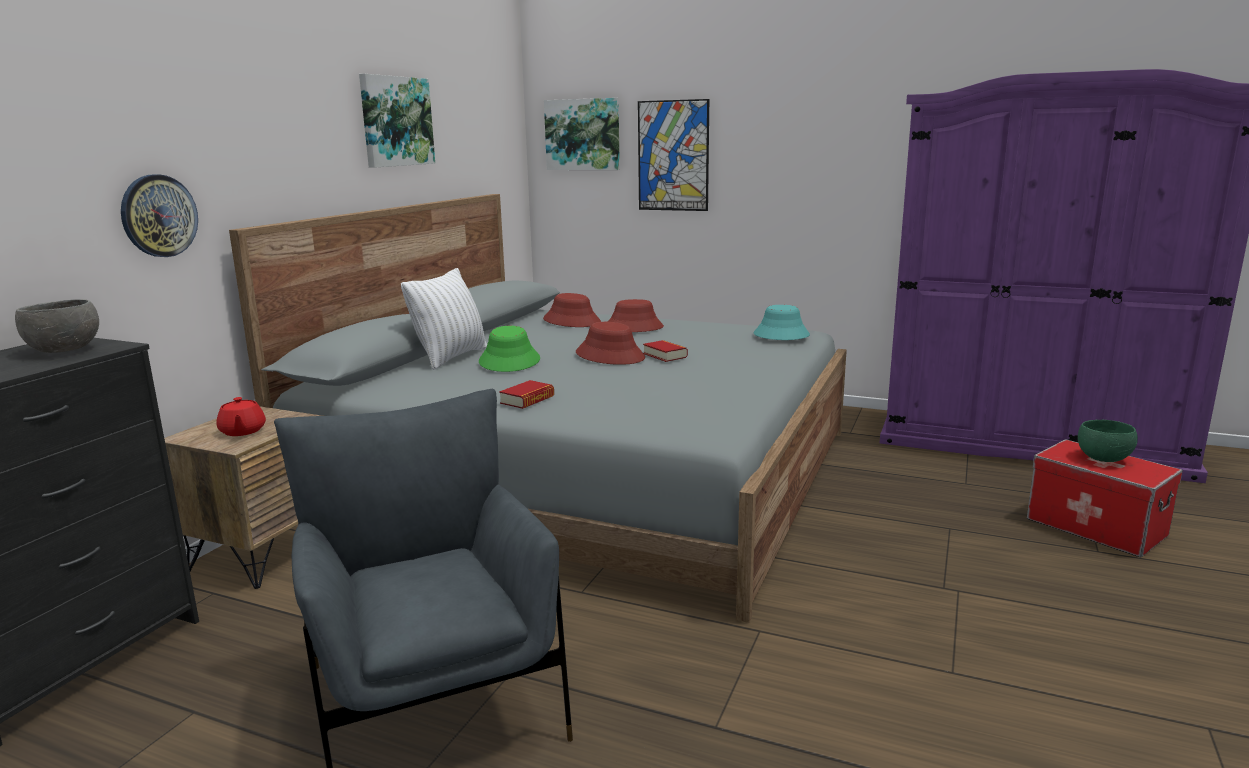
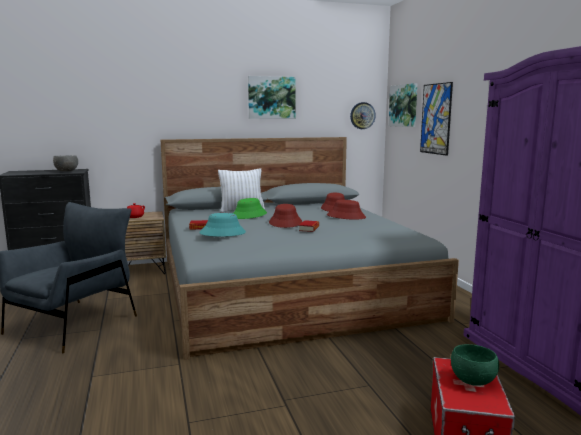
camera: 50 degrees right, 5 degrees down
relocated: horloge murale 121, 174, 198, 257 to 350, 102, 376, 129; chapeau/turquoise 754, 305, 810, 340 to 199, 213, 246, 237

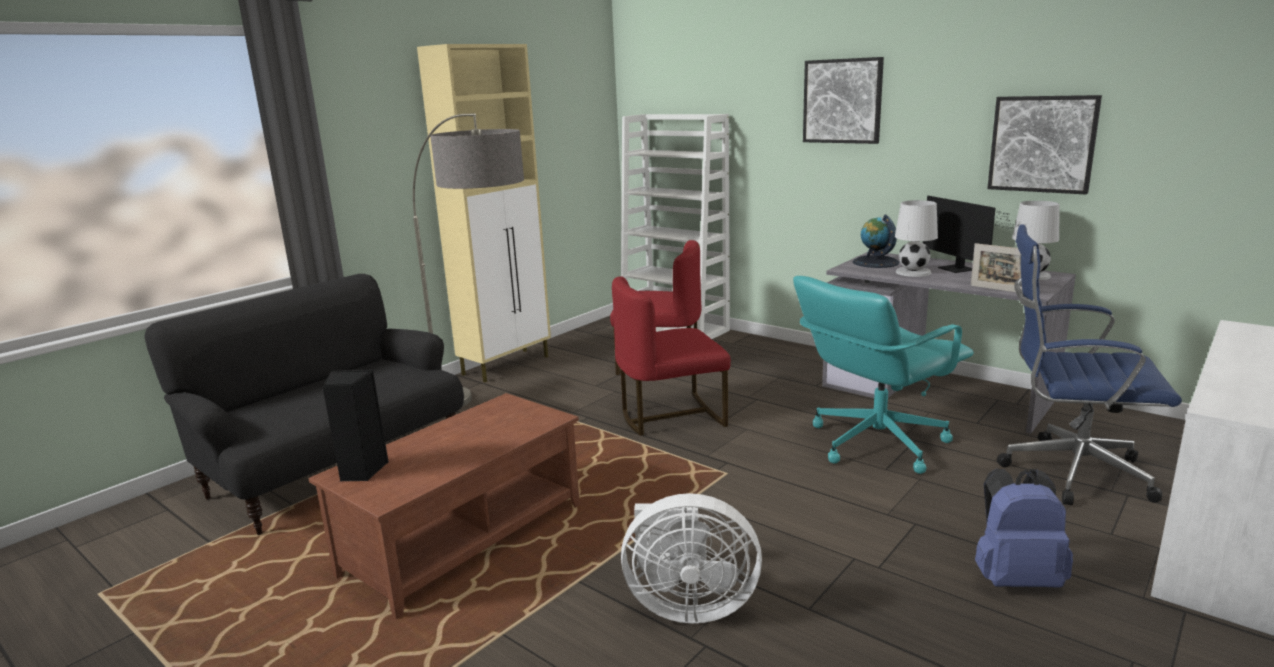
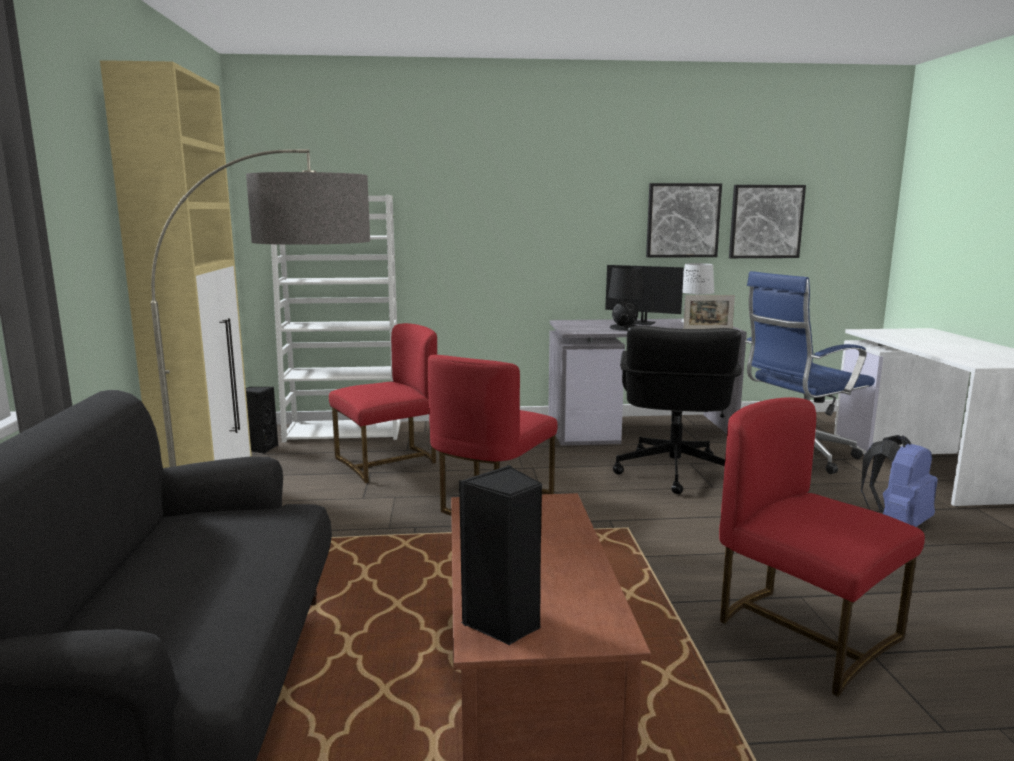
camera: 45 degrees left, 5 degrees down
missing: globe 853, 214, 899, 268
appeared: enceinte/noir 246, 387, 278, 454
relocated: tableau 803, 57, 884, 144 to 729, 185, 806, 258
exchanged: ventilateur/blanc 621, 493, 762, 623 to chaise/rouge 719, 397, 925, 697
colour: chaise de bureau/turquoise 793, 276, 974, 474 to chaise de bureau/noir 613, 325, 742, 494; lampe de table/blanc 895, 200, 938, 277 to lampe de table/noir 608, 266, 644, 331

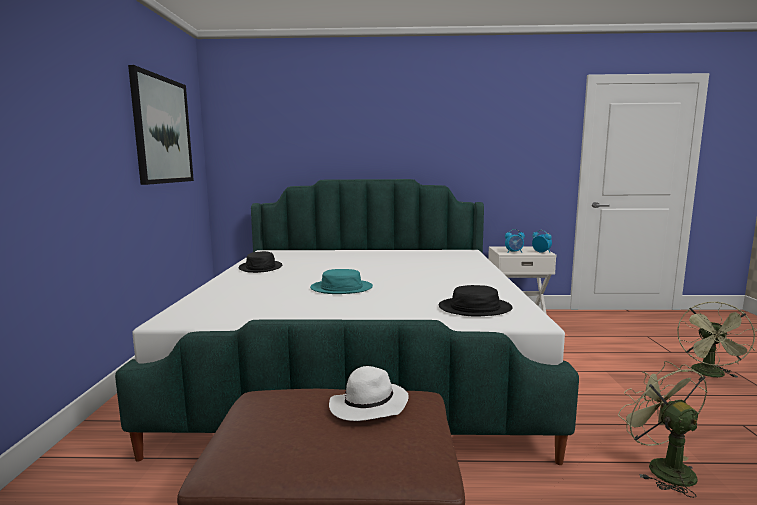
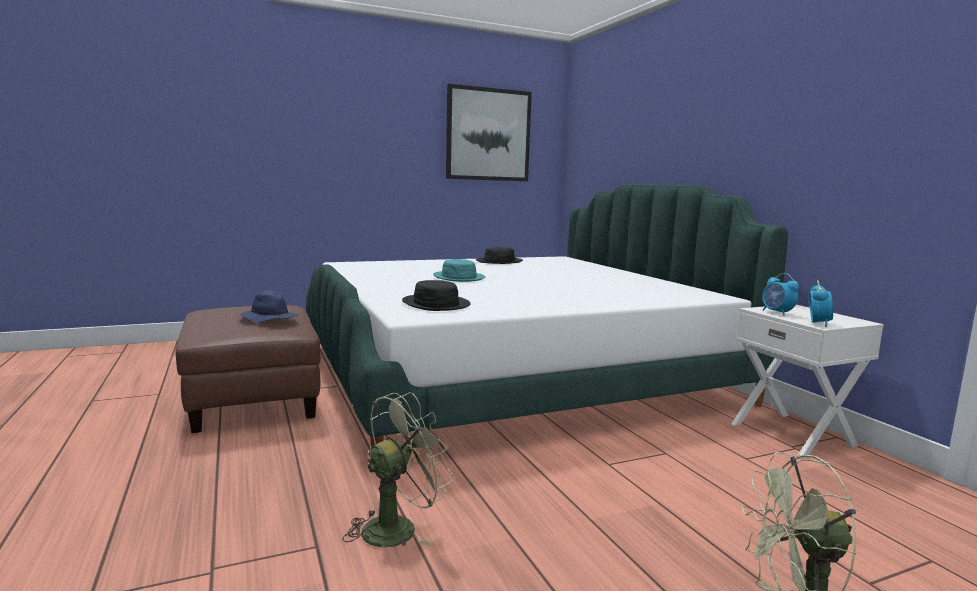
camera: 65 degrees right, 0 degrees up
colour: chapeau/blanc 329, 366, 409, 421 to chapeau/bleu 240, 290, 299, 323

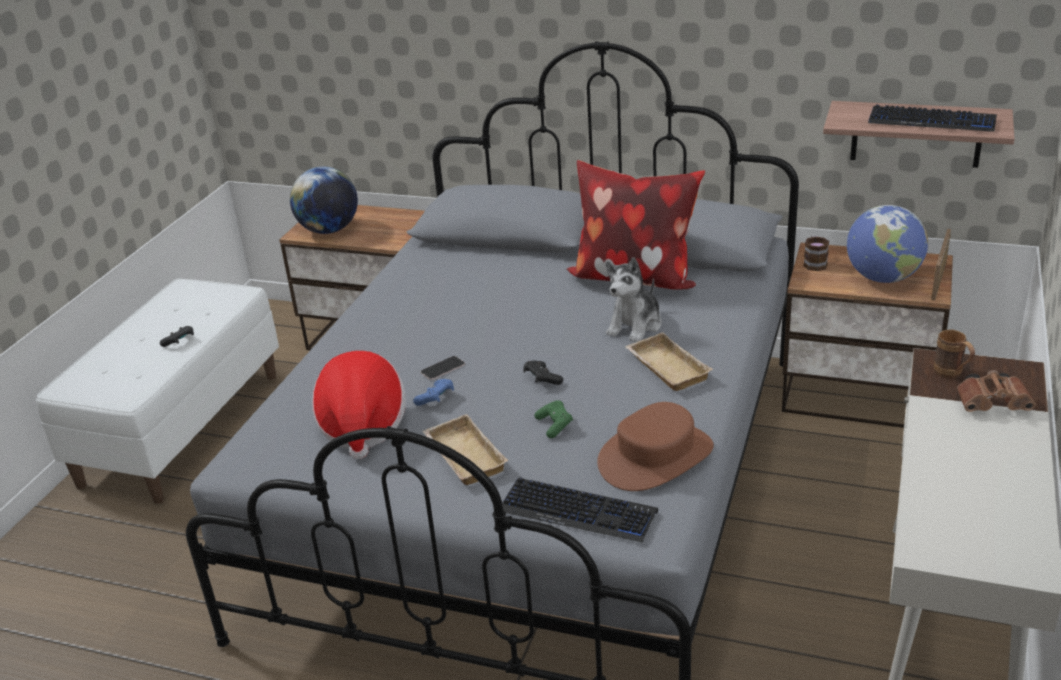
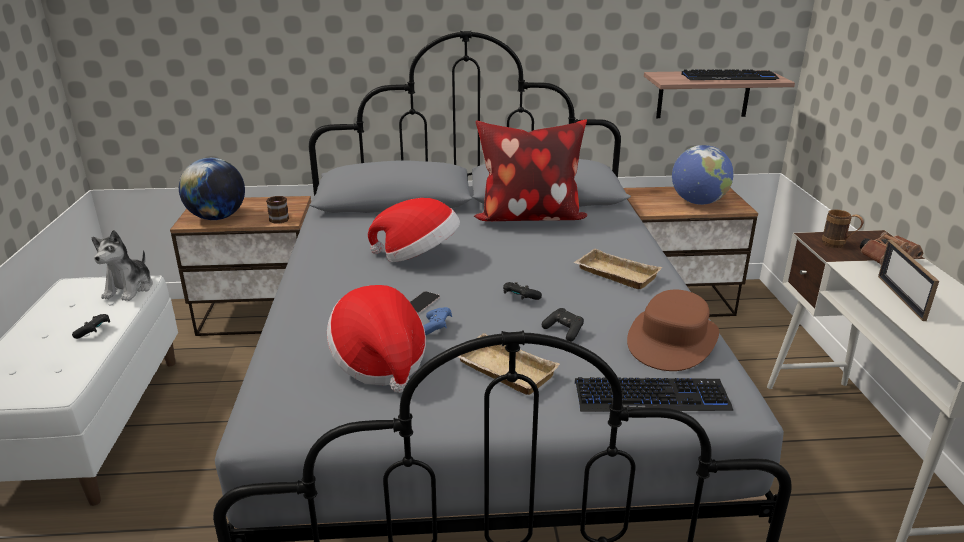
camera: 25 degrees left, 5 degrees down
appeared: chapeau 368, 198, 460, 262
relocated: peluche 606, 257, 662, 342 to 91, 230, 153, 301; mug 803, 235, 829, 271 to 266, 196, 289, 223; cadre photo 931, 229, 951, 300 to 878, 240, 939, 321
colour: manette/vert 535, 400, 573, 438 to manette/noir 542, 308, 584, 342

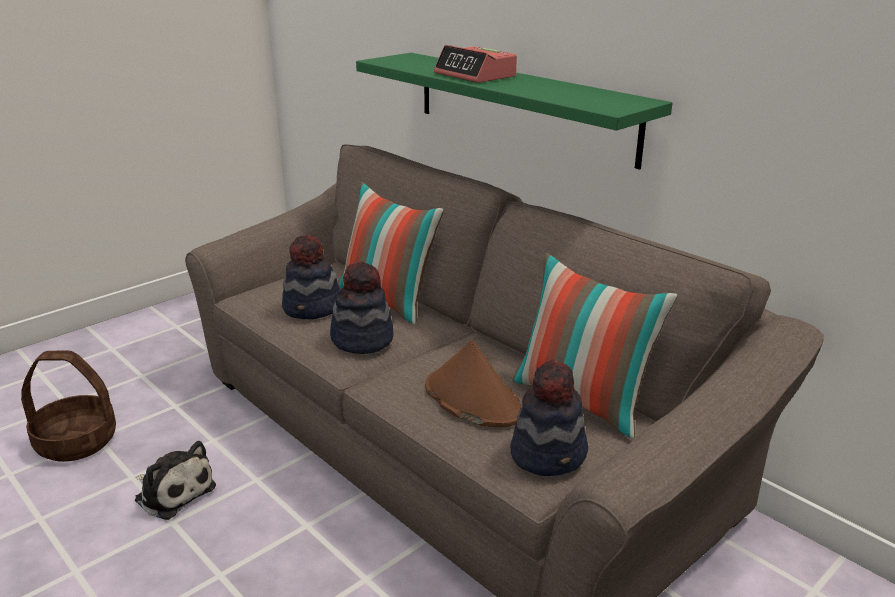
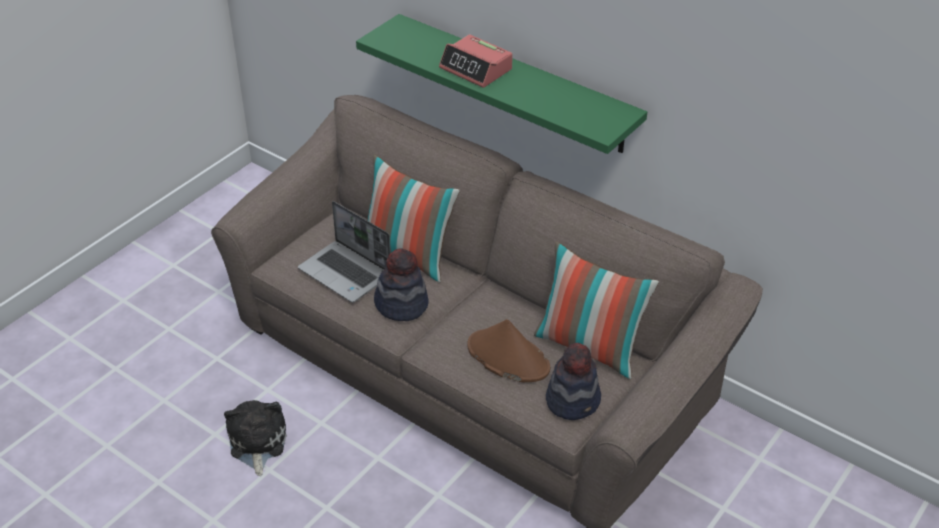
camera: 10 degrees left, 15 degrees up
missing: panier 21, 351, 116, 462
exchanged: chapeau 282, 234, 340, 319 to ordinateur portable 298, 201, 391, 303
spun: peluche 135, 441, 216, 520 = 224, 400, 286, 476 120 degrees counterclockwise

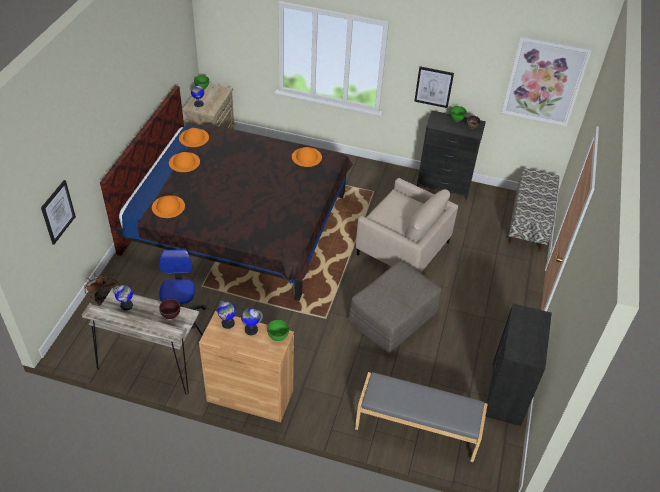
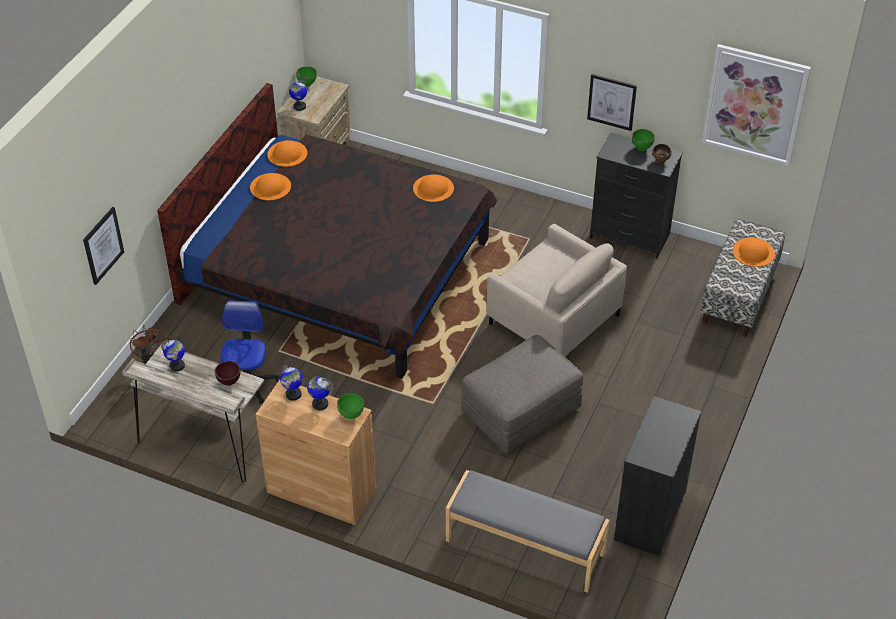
camera: 10 degrees right, 0 degrees up
relocated: chapeau/orange 152, 195, 185, 218 to 733, 237, 775, 267

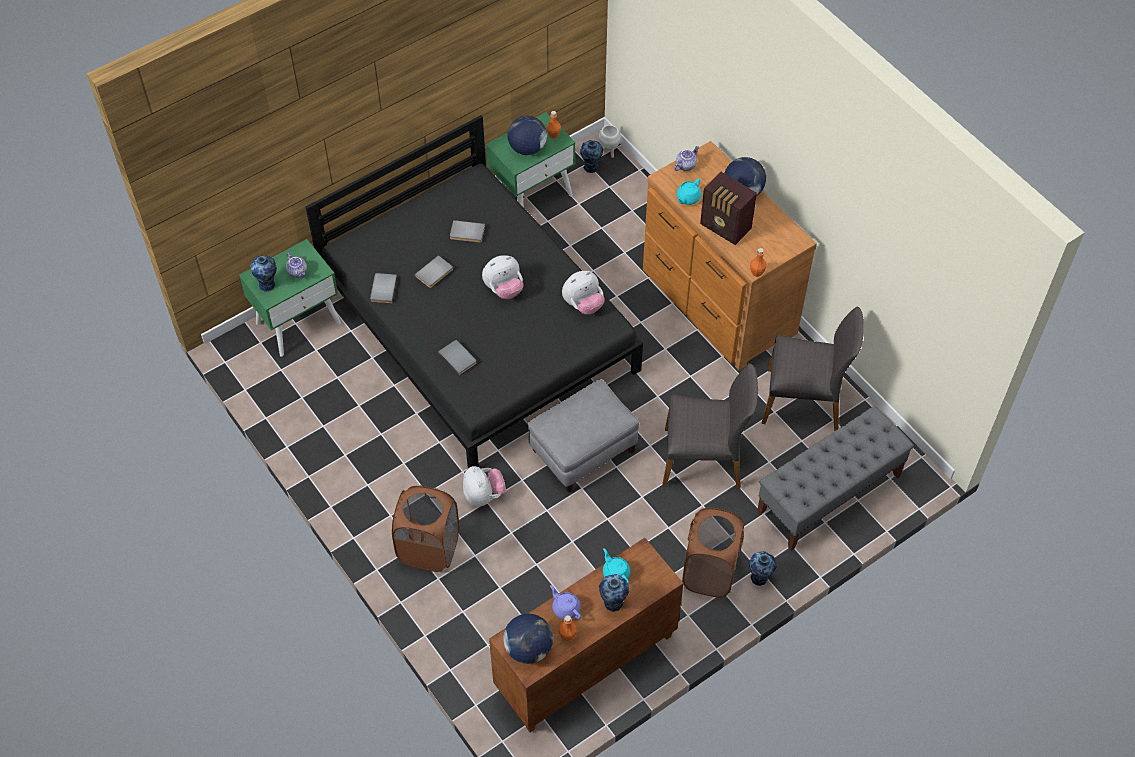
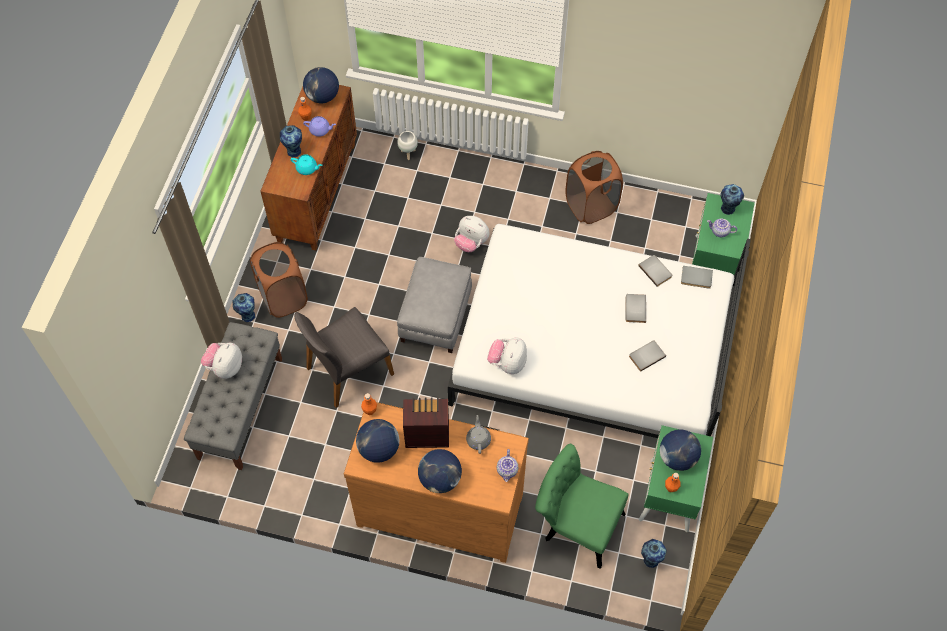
camera: 140 degrees right, 5 degrees up
missing: chaise/gris 762, 307, 864, 431
appeared: globe 356, 419, 399, 463; chaise/vert 535, 444, 628, 569
relocated: panier à linge/marron 392, 485, 459, 572 to 565, 151, 623, 224; livre/gris 438, 340, 476, 375 to 681, 266, 713, 288; peluche 482, 255, 523, 299 to 201, 343, 242, 379; cache-pot/blanc 599, 125, 621, 158 to 397, 131, 418, 160
colour: lit/noir 305, 115, 643, 468 to lit/blanc 448, 224, 751, 438; théière/turquoise 677, 179, 701, 205 to théière/gris 466, 415, 491, 454

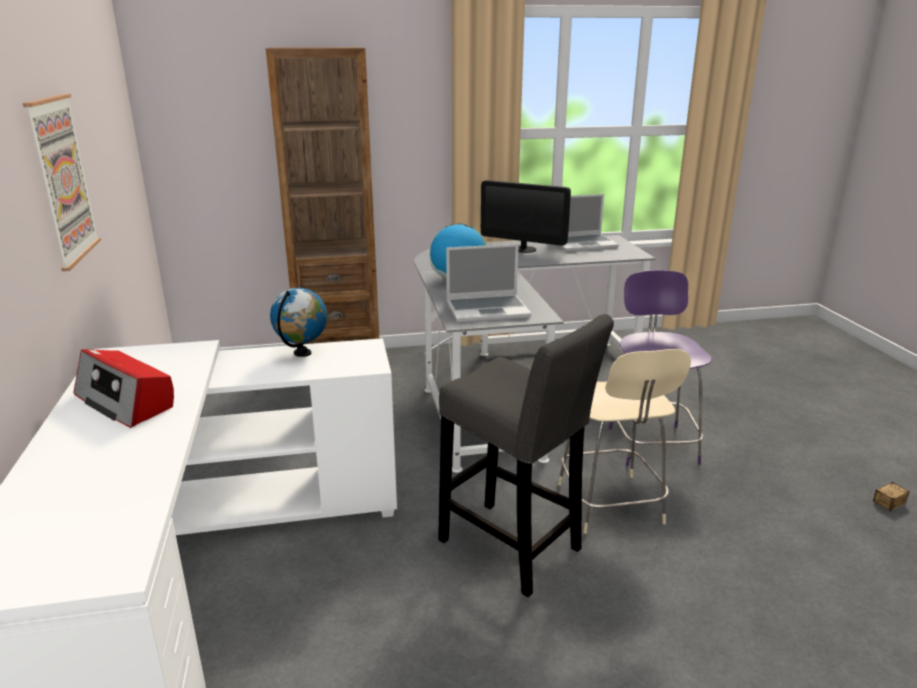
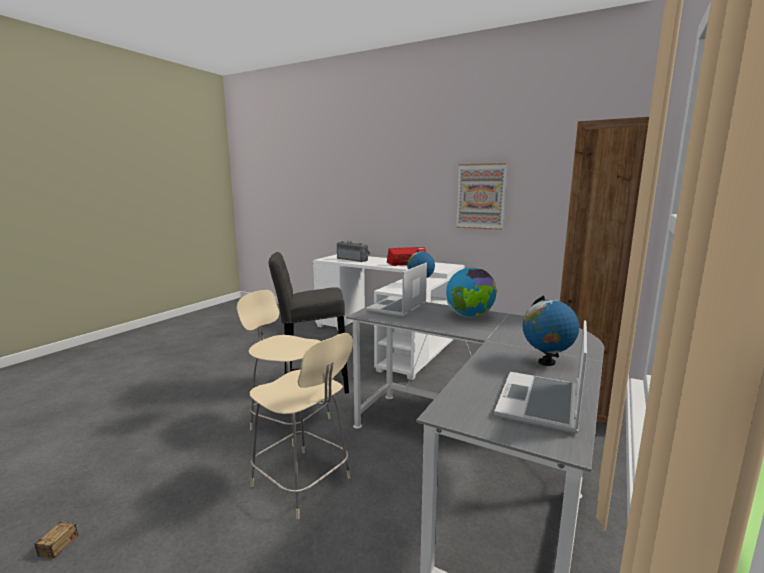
camera: 130 degrees right, 10 degrees down
appeared: radio 337, 241, 370, 262
exchanged: écran d'ordinateur 481, 180, 571, 253 to globe 522, 296, 579, 366
colour: chaise/violet 609, 270, 712, 466 to chaise/beige 250, 333, 353, 519

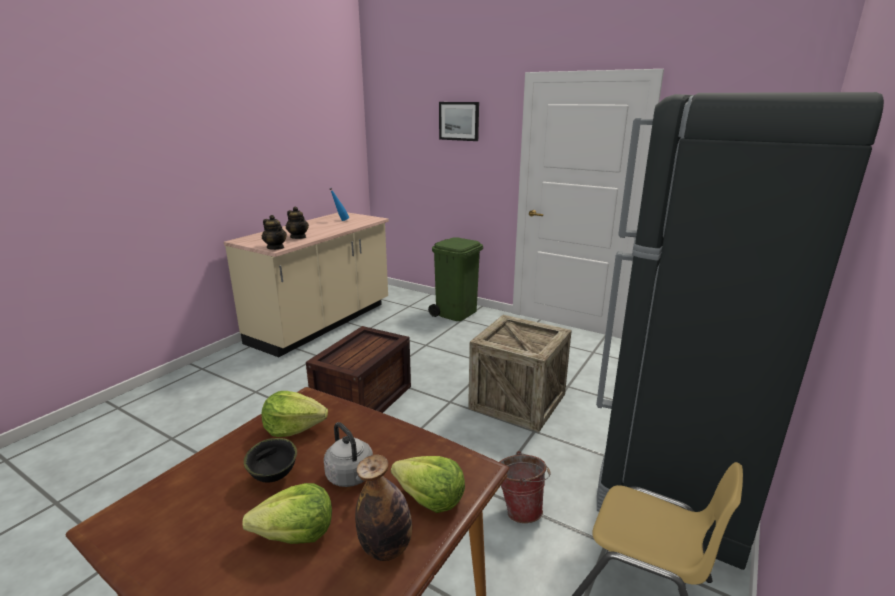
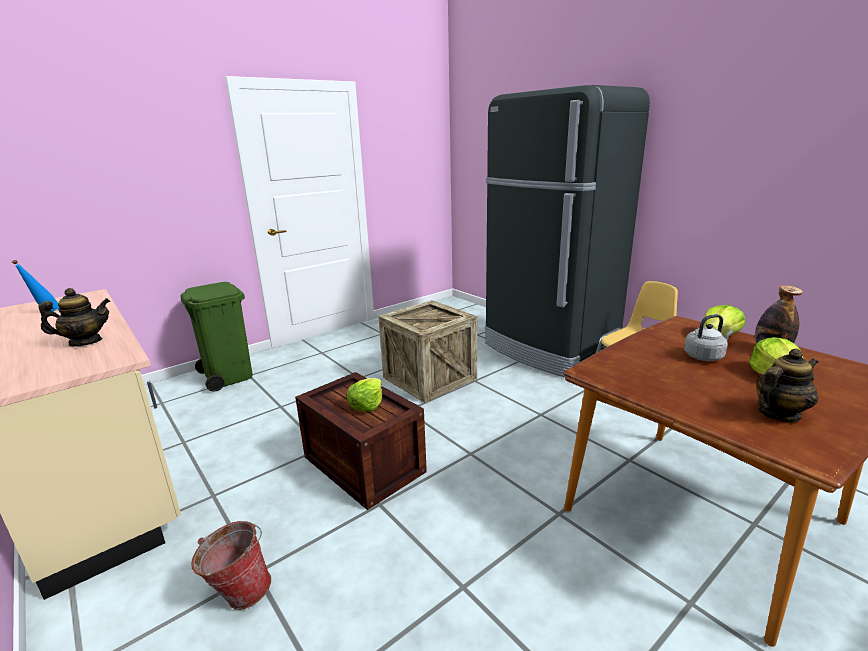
camera: 70 degrees left, 0 degrees up
missing: bol/noir 244, 438, 297, 482; tableau 439, 102, 479, 141
relocated: théière 262, 215, 287, 250 to 756, 349, 818, 422; laitue 262, 391, 328, 437 to 347, 378, 382, 411; seau 500, 451, 550, 523 to 191, 521, 271, 610

